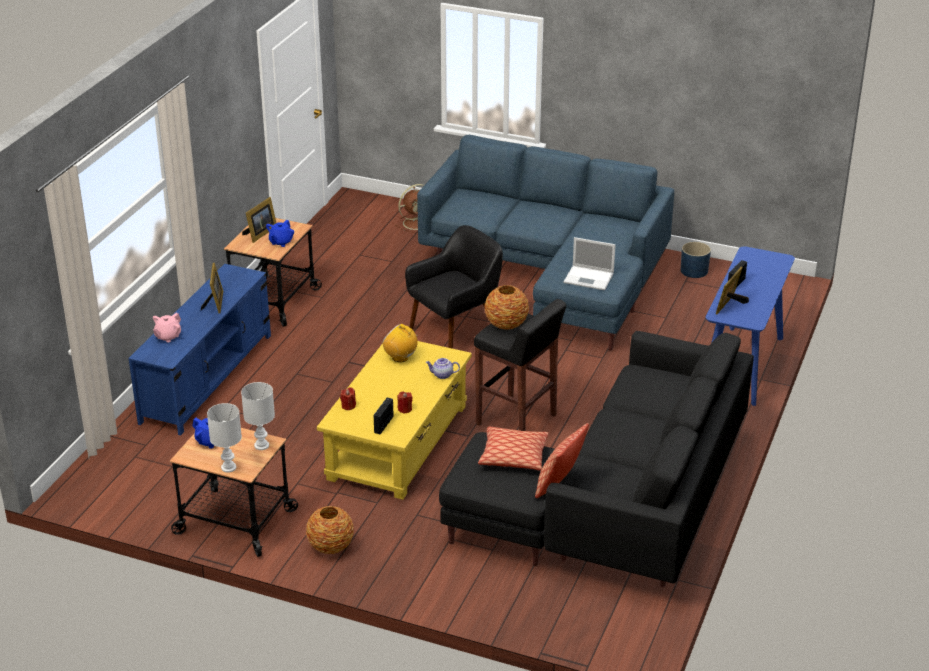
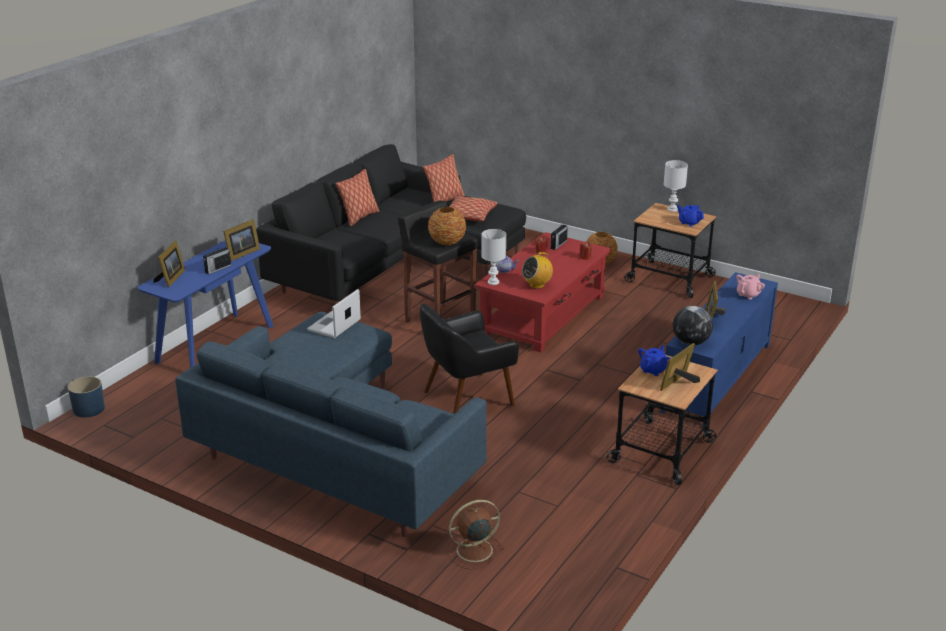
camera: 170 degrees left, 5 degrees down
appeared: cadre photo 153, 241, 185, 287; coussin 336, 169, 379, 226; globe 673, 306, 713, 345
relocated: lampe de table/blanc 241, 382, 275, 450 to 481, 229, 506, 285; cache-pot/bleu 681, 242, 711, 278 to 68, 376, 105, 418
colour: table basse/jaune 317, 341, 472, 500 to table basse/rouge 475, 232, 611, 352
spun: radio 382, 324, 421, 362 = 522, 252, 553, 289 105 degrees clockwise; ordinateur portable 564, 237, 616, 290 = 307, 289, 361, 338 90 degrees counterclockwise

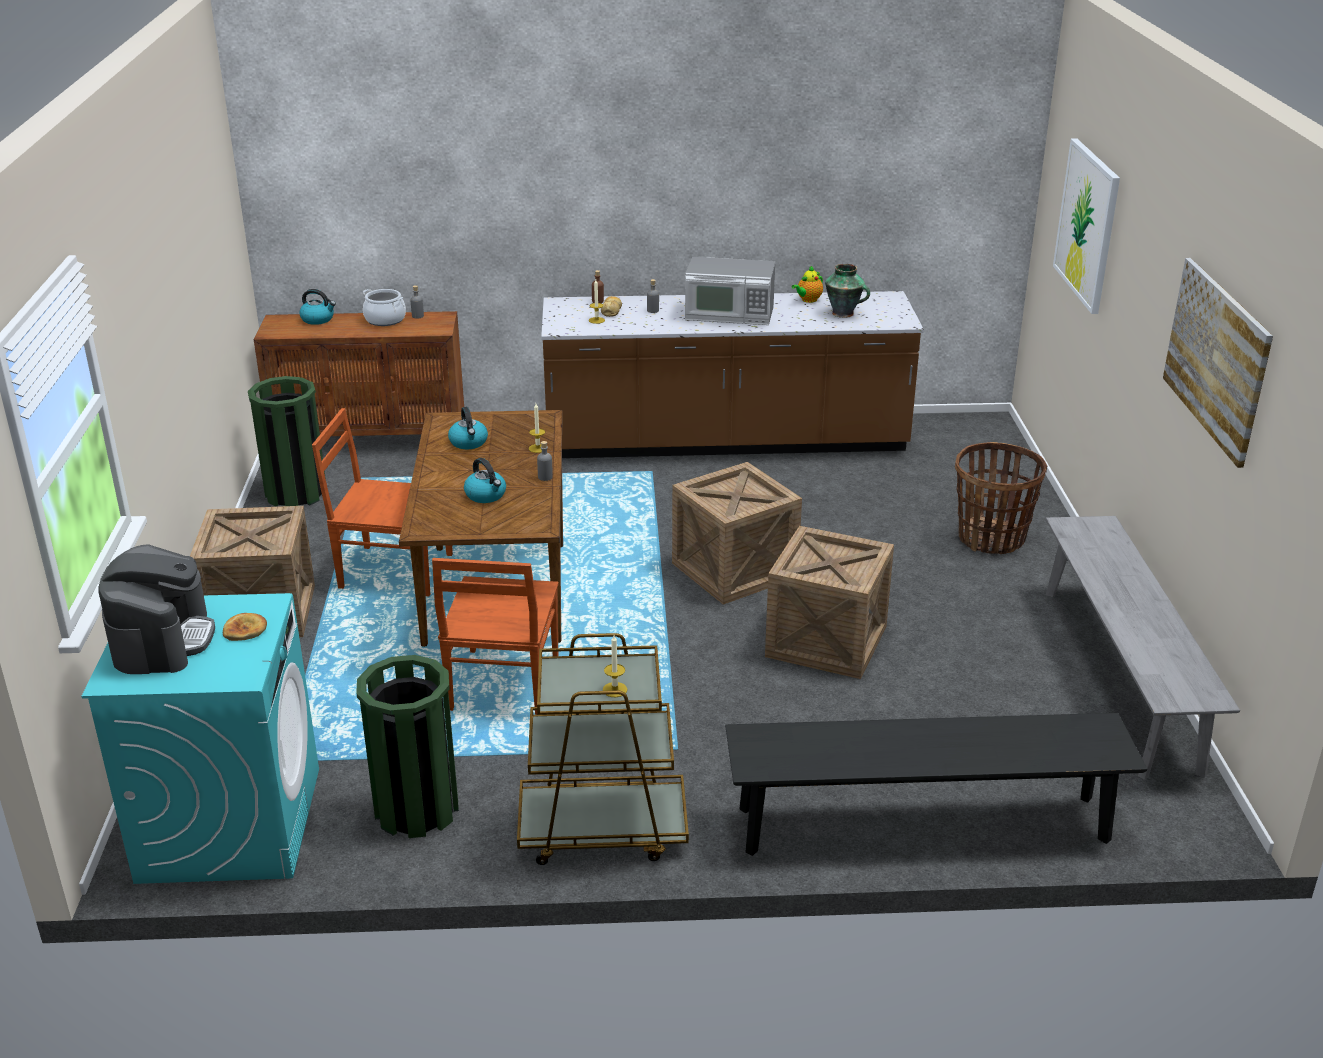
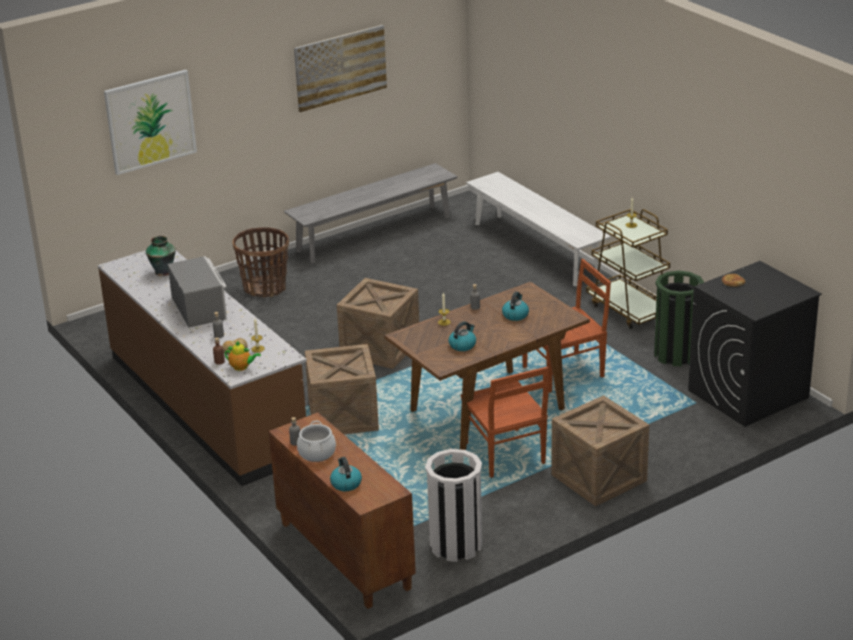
camera: 120 degrees left, 0 degrees up
missing: machine à café 98, 544, 215, 674
relocated: caisse 765, 526, 894, 679 to 305, 344, 379, 434; théière 792, 266, 823, 303 to 225, 341, 261, 371
colour: lave-linge/turquoise 82, 593, 319, 884 to lave-linge/noir 688, 261, 822, 427; poubelle/vert 248, 376, 326, 506 to poubelle/blanc 425, 449, 482, 562; banc/noir 725, 713, 1147, 856 to banc/blanc 466, 172, 611, 286

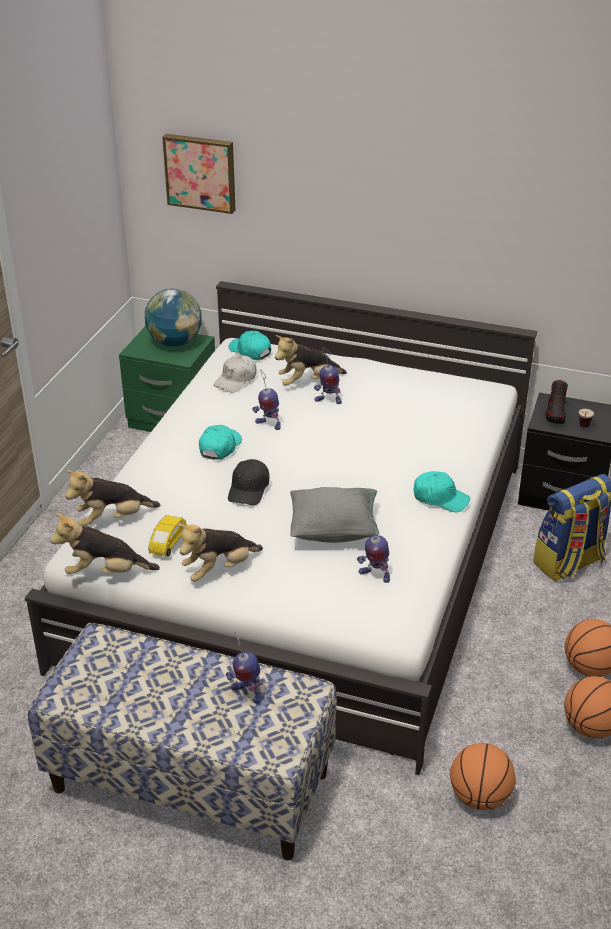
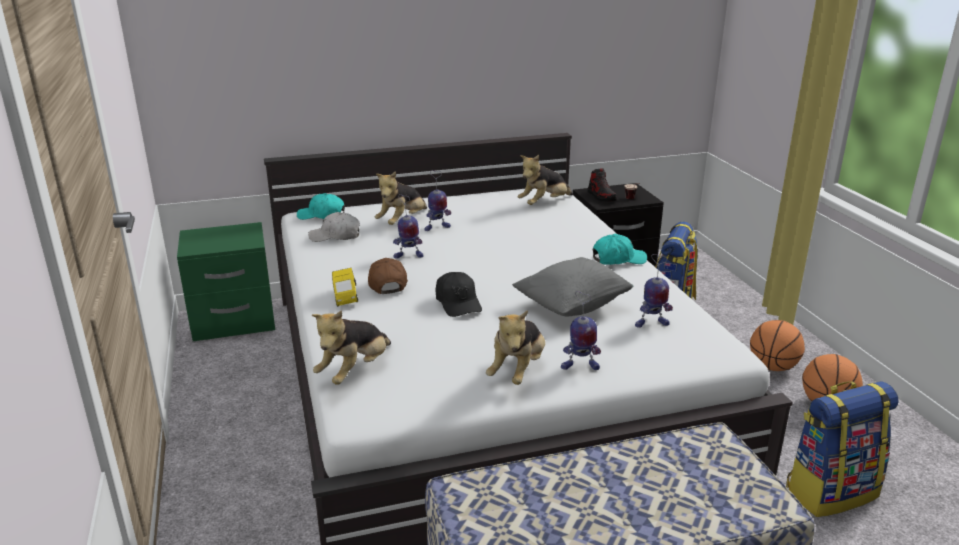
camera: 35 degrees left, 10 degrees down
missing: globe 145, 289, 202, 346; tableau 162, 134, 236, 214
relocated: peluche 50, 513, 160, 574 to 518, 155, 573, 205; petite voiture/jaune 148, 515, 187, 556 to 332, 268, 358, 307; robot jouet 226, 632, 262, 704 to 561, 291, 601, 370
exchanged: ballon de basket 450, 743, 516, 810 to sac à dos 786, 381, 899, 517
colour: casquette/turquoise 199, 425, 242, 460 to casquette/marron 368, 258, 408, 294
spun: casquette/blanc 214, 355, 256, 393 = 308, 212, 360, 242 90 degrees clockwise

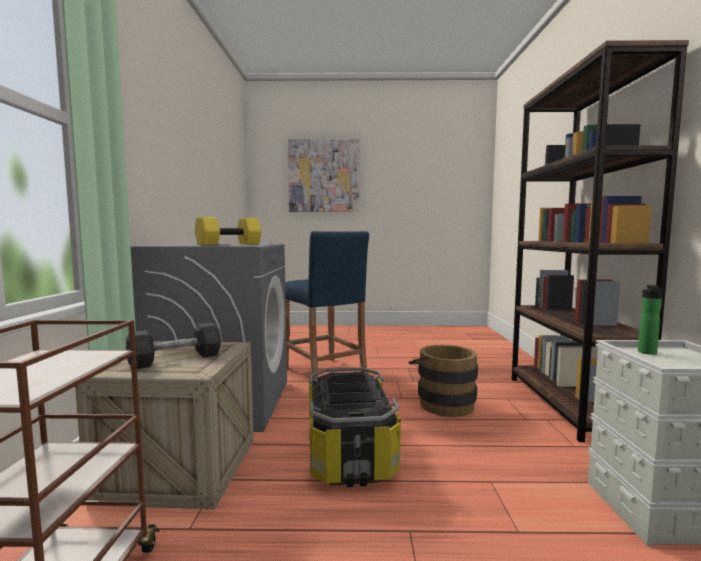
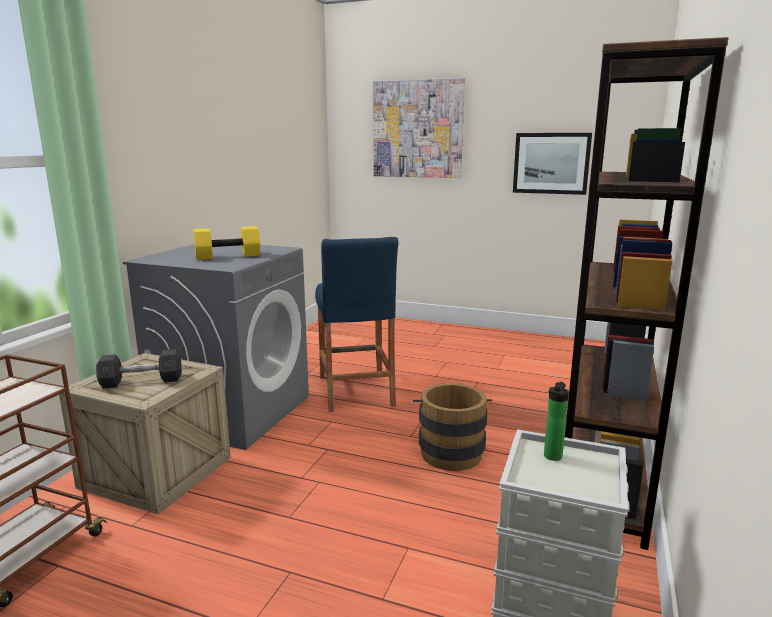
camera: 20 degrees right, 10 degrees up
missing: boîte de rangement 309, 367, 401, 487
appeared: tableau 513, 133, 592, 195

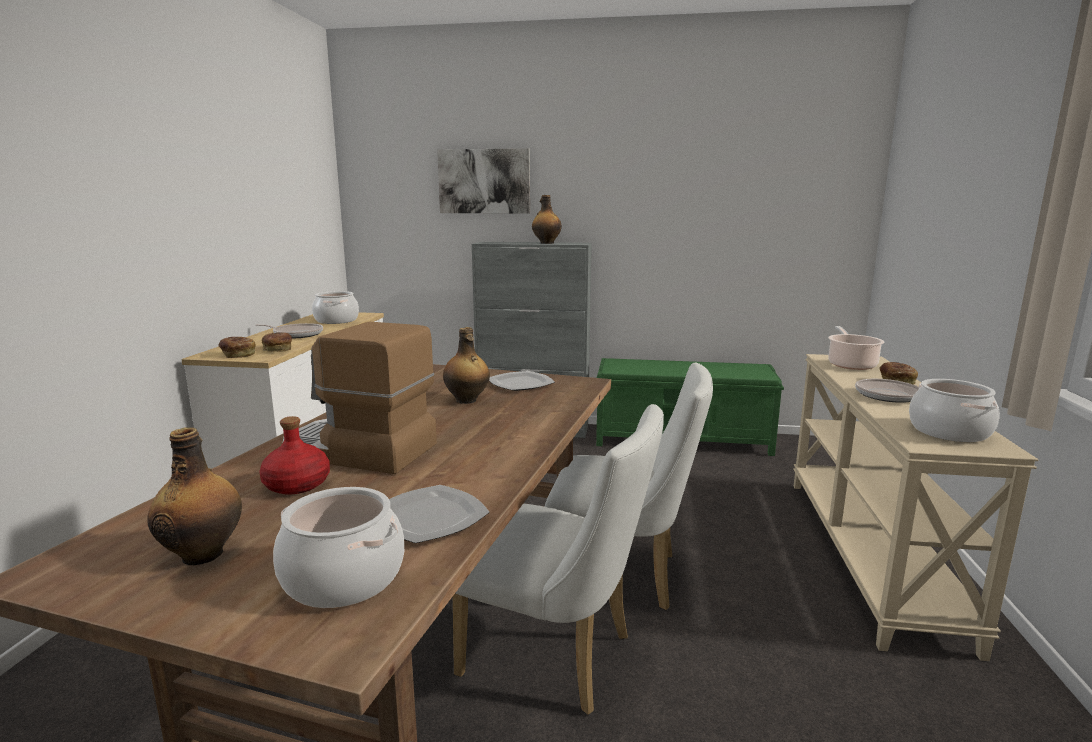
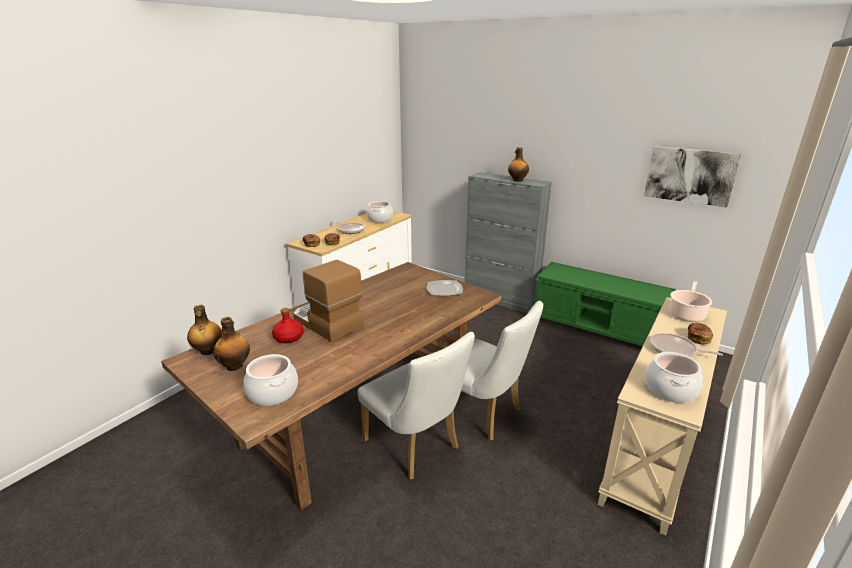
camera: 25 degrees right, 10 degrees up
missing: assiette 389, 485, 489, 543
relocated: tableau 437, 148, 530, 214 to 644, 146, 742, 207; bouteille 443, 327, 490, 404 to 187, 305, 222, 355

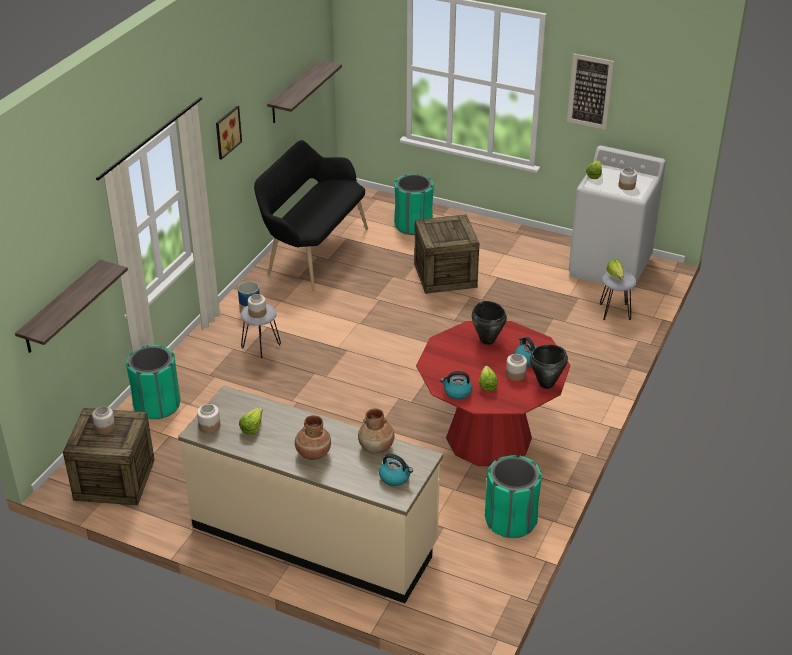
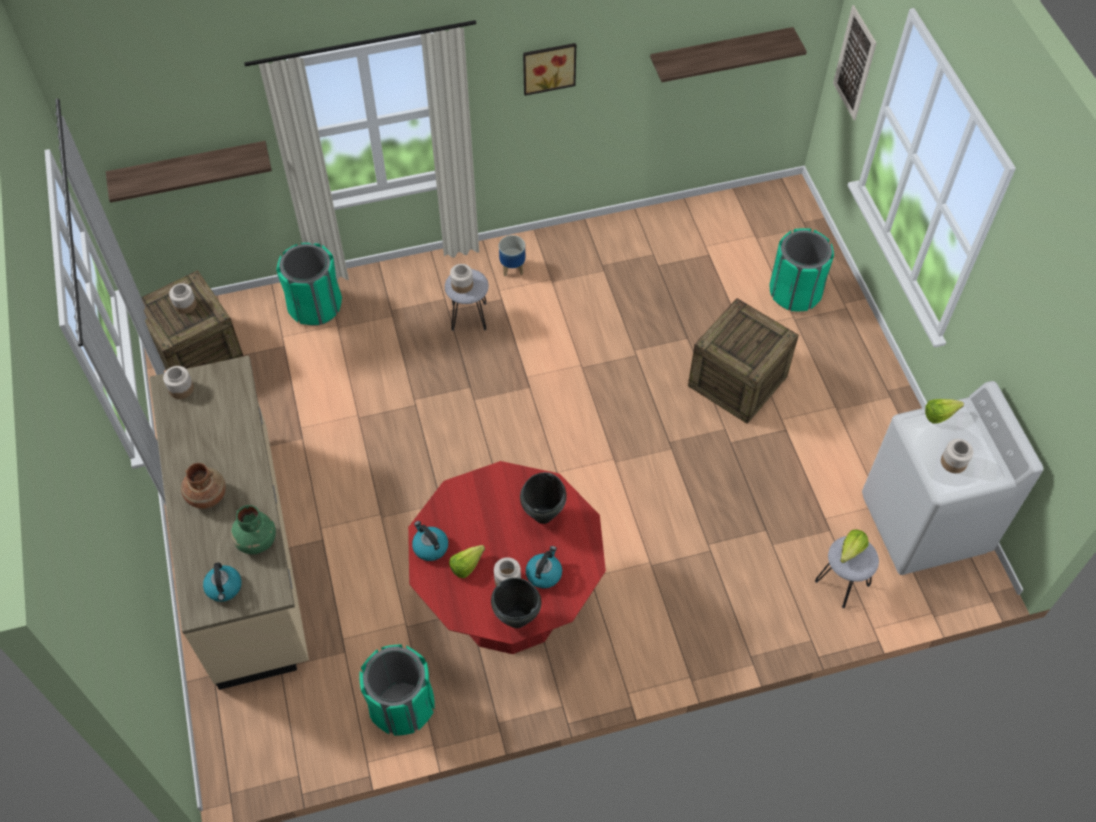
camera: 50 degrees right, 20 degrees up
missing: laitue 239, 407, 263, 435; banc/noir 254, 140, 368, 291
relocated: tableau 567, 54, 614, 130 to 833, 5, 877, 120
colour: vase/marron 358, 408, 394, 454 to vase/vert 231, 505, 276, 554

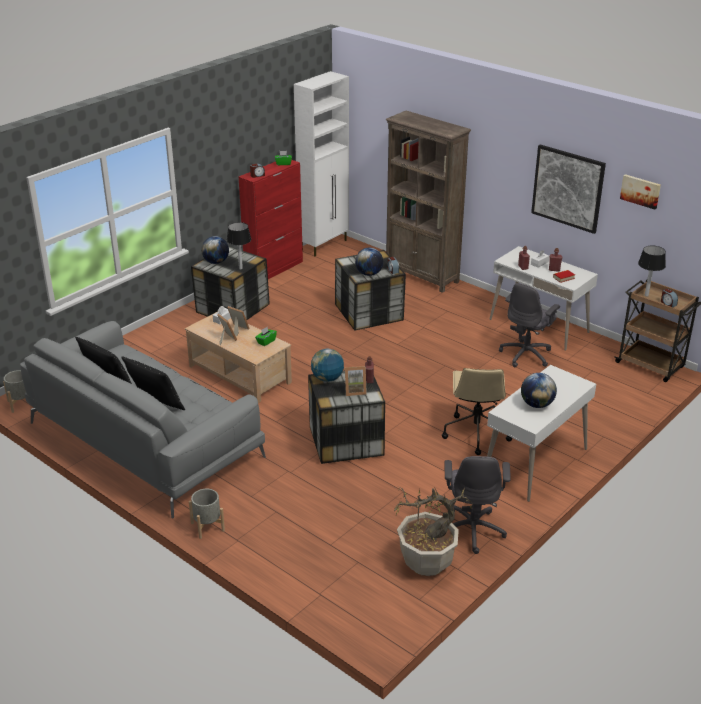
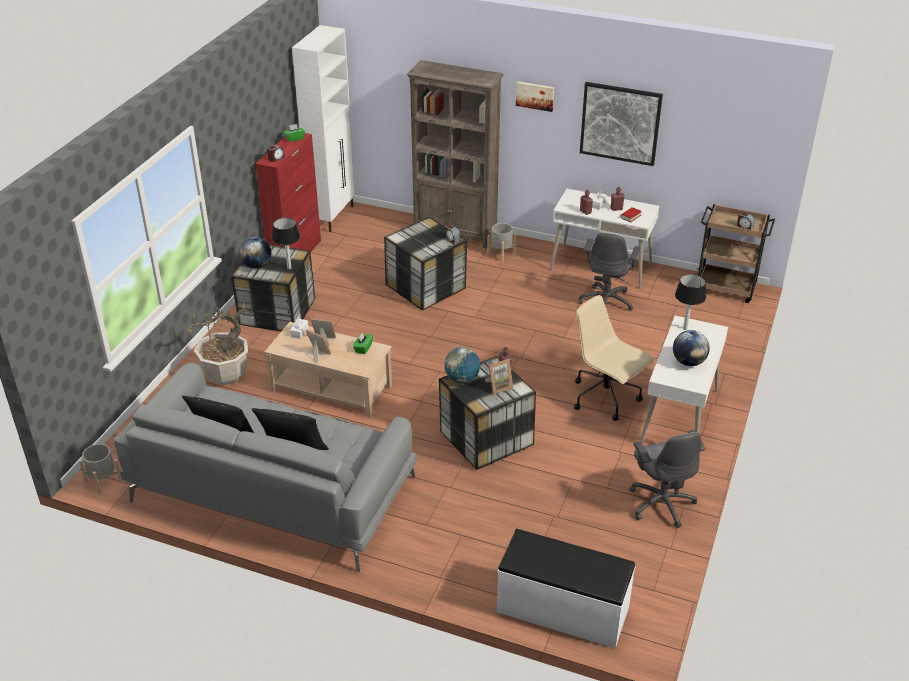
camera: 20 degrees left, 5 degrees up
missing: globe 355, 248, 383, 276
appeared: banc/blanc 497, 529, 636, 648
relocated: cache-pot/gris 189, 489, 225, 539 to 487, 223, 517, 262; plante en pot 394, 487, 473, 576 to 187, 303, 253, 385; tableau 620, 174, 661, 209 to 516, 81, 554, 112; lampe de table 638, 246, 666, 296 to 675, 274, 706, 330
spun: chaise de bureau/beige 442, 368, 512, 455 = 574, 295, 655, 421 150 degrees clockwise

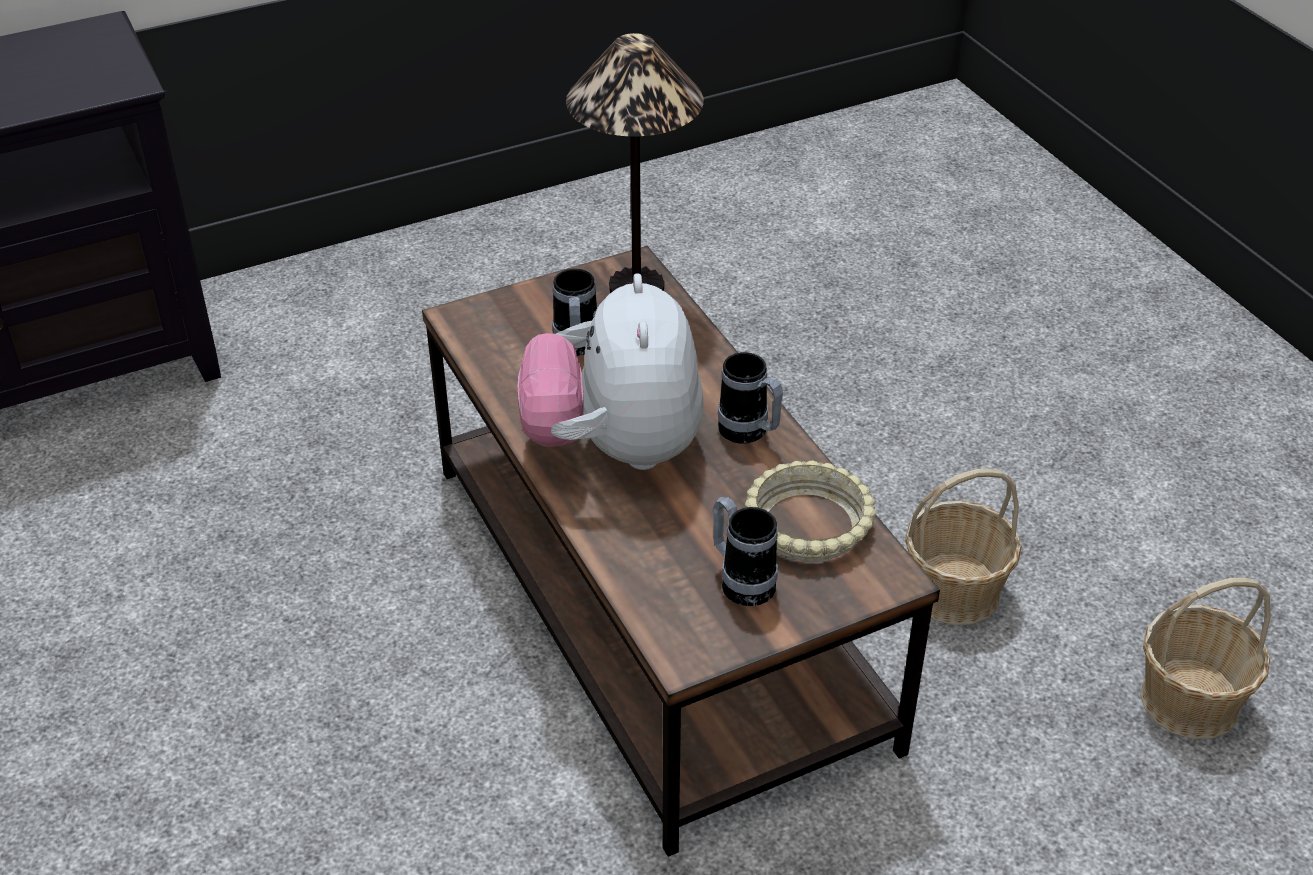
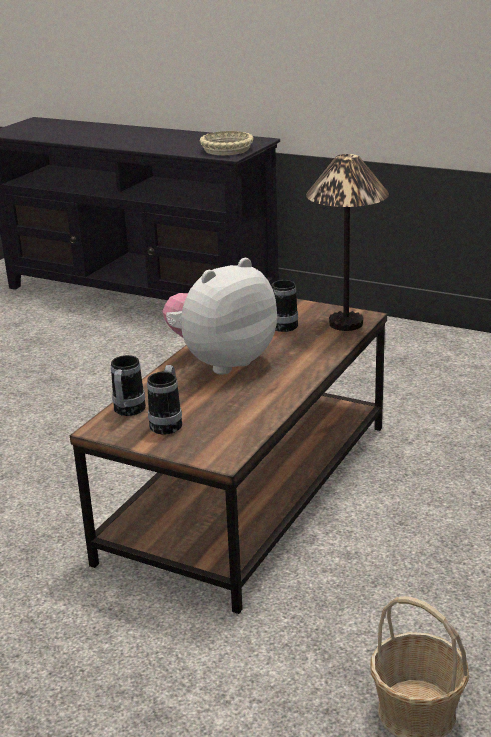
camera: 55 degrees right, 15 degrees down
missing: panier 905, 469, 1022, 625
relocated: mug 718, 352, 783, 444 to 111, 355, 146, 416; bol/beige 745, 461, 876, 561 to 199, 131, 254, 155

